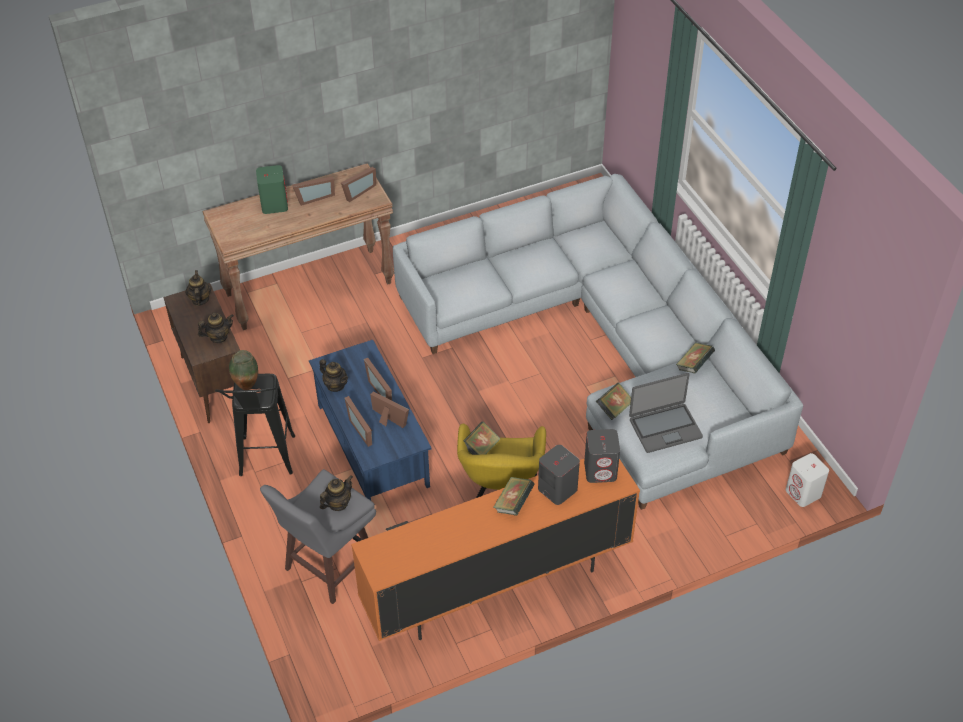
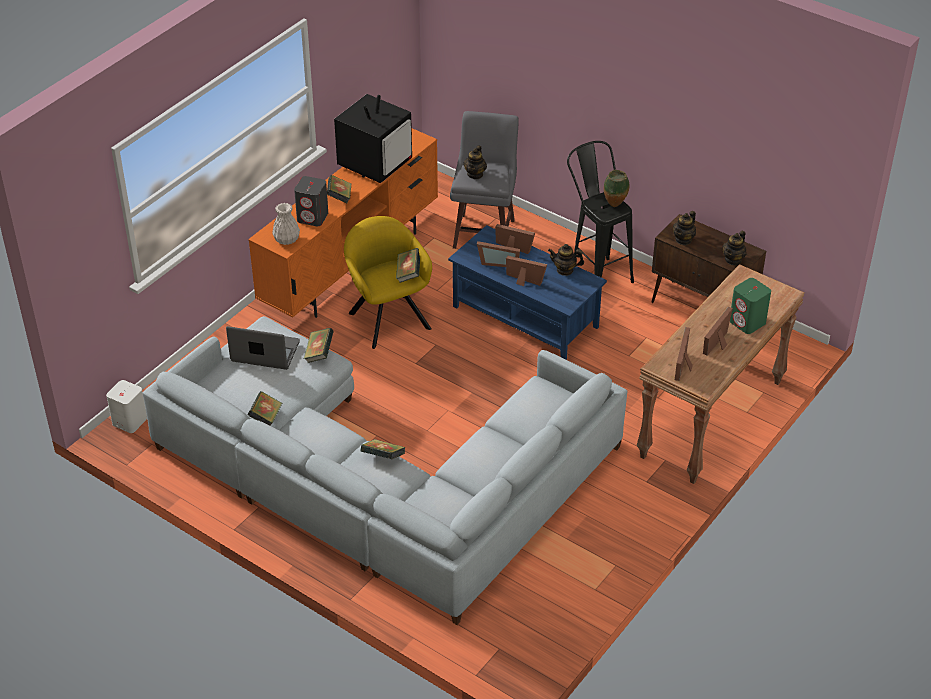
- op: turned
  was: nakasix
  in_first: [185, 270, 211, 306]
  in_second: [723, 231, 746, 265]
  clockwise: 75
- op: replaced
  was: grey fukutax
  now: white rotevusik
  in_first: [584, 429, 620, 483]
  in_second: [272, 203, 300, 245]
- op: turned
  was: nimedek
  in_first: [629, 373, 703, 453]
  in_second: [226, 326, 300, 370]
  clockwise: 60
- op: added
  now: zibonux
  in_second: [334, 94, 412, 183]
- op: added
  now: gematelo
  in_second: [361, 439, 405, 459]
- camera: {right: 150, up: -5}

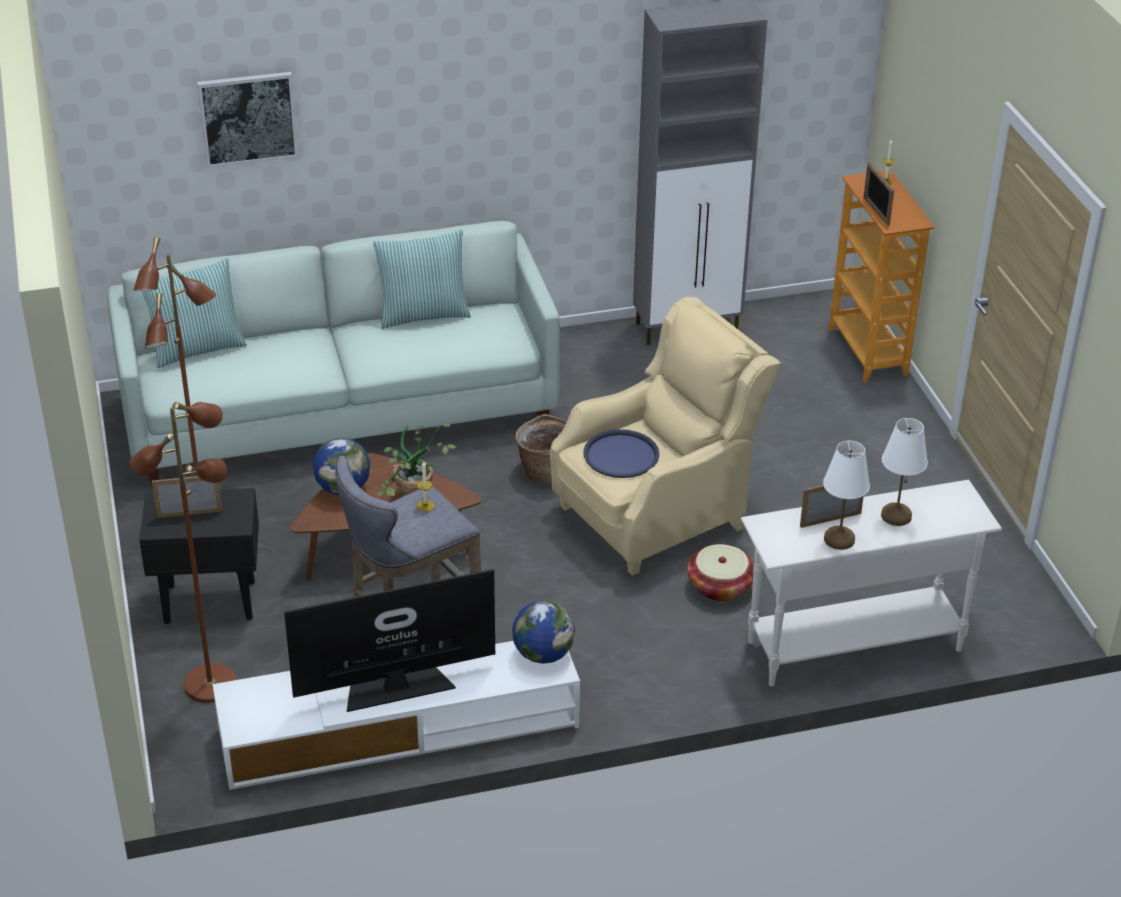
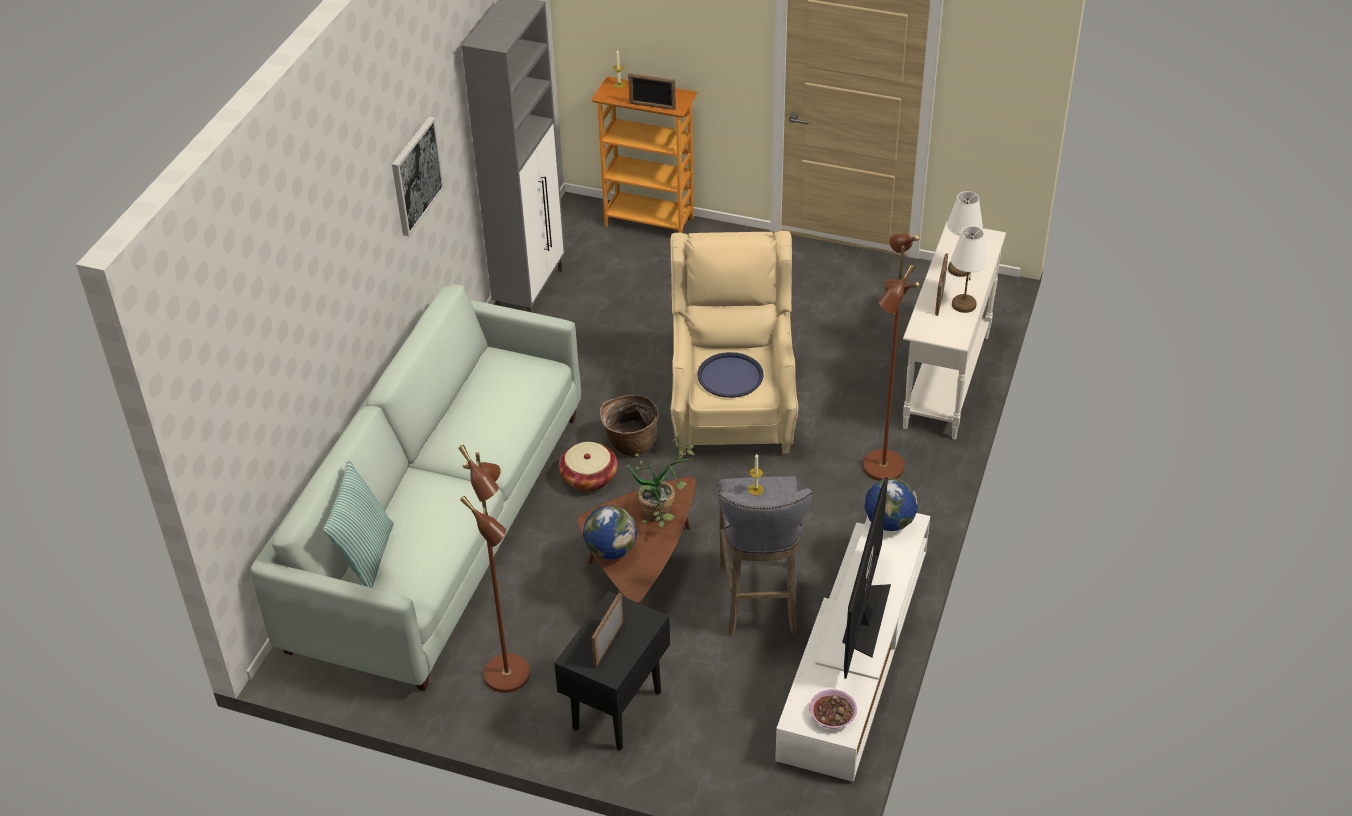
- op: moved
  was: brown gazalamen
  in_first: [130, 402, 236, 703]
  in_second: [863, 233, 920, 481]
- op: moved
  was: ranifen
  in_first: [197, 72, 299, 168]
  in_second: [392, 117, 444, 236]
- op: removed
  was: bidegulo
  in_first: [373, 230, 471, 329]
- op: moved
  was: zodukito
  in_first: [687, 544, 755, 601]
  in_second: [559, 442, 618, 491]
- op: added
  now: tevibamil
  in_second: [809, 689, 857, 729]
- camera: {right: -55, up: 5}

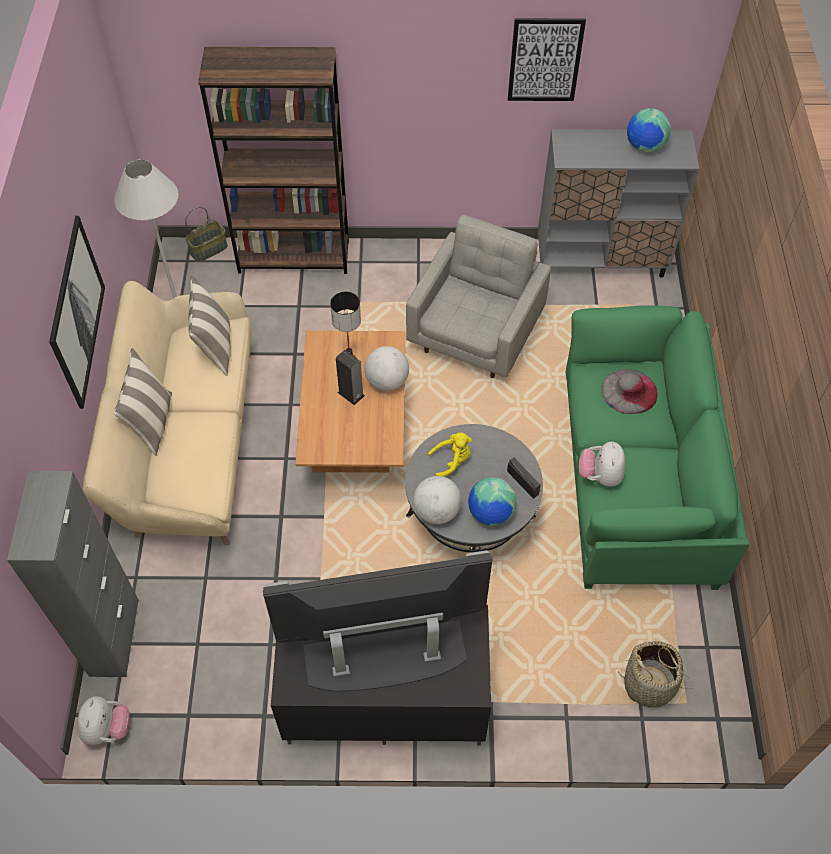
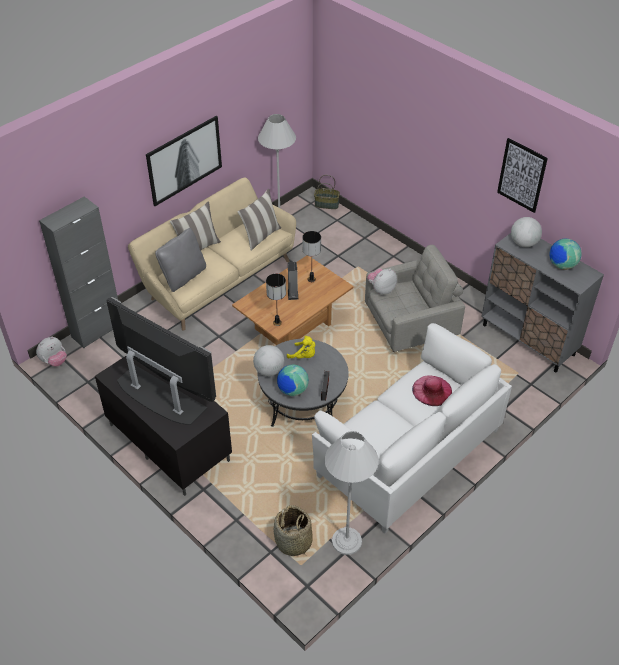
- op: removed
  was: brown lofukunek
  in_first: [198, 47, 349, 274]
- op: moved
  was: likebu
  in_first: [364, 346, 409, 391]
  in_second: [511, 217, 542, 247]
- op: recoloured
  was: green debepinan
  now: white debepinan
  in_first: [566, 305, 749, 590]
  in_second: [312, 323, 512, 534]
- op: moved
  was: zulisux
  in_first: [579, 442, 625, 487]
  in_second: [367, 268, 397, 295]
- op: recoloured
  was: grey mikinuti
  now: pink mikinuti
  in_first: [601, 369, 658, 414]
  in_second: [412, 375, 452, 406]
- op: added
  now: grey bidegulo
  in_second: [155, 228, 206, 292]
- op: added
  now: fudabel
  in_second: [266, 274, 286, 326]
- op: added
  now: white gazalamen
  in_second: [325, 431, 379, 555]
- camera: {right: 45, up: -10}

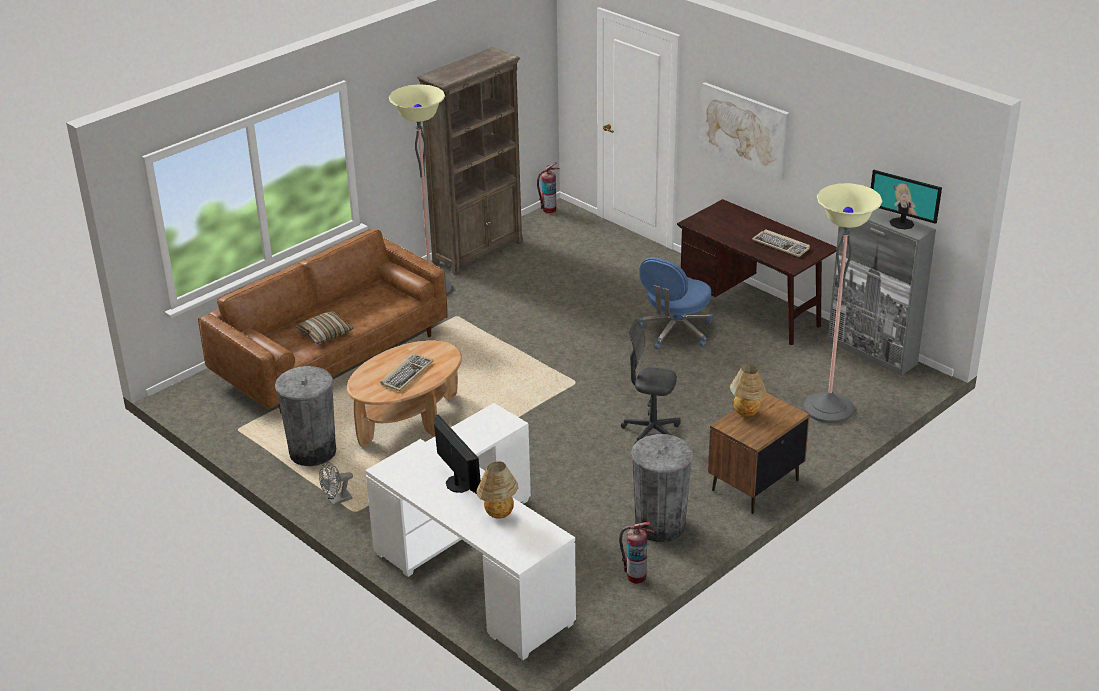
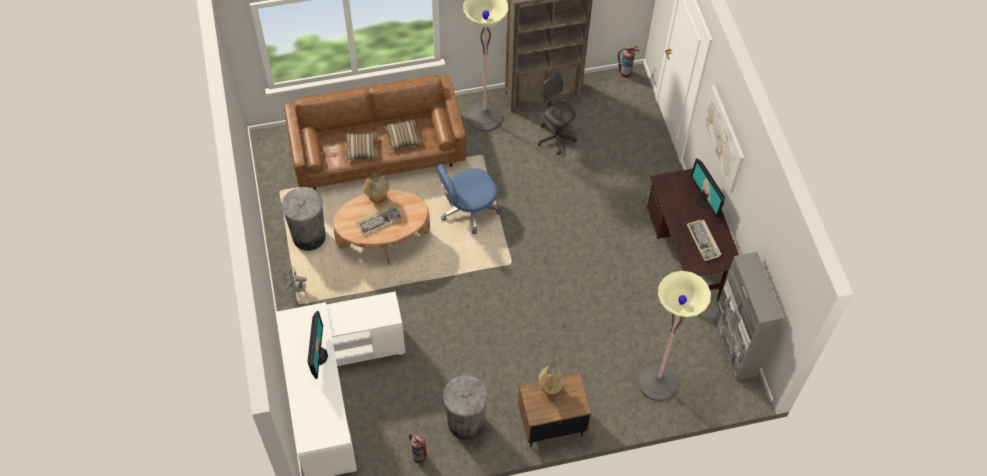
- op: moved
  was: fudabel
  in_first: [476, 461, 518, 519]
  in_second: [362, 174, 390, 203]
- op: moved
  was: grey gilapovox
  in_first: [621, 319, 681, 445]
  in_second: [537, 72, 577, 155]
- op: moved
  was: blue gilapovox
  in_first: [639, 257, 713, 350]
  in_second: [437, 164, 501, 234]
- op: moved
  was: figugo
  in_first: [871, 170, 942, 229]
  in_second: [691, 158, 725, 218]
- op: added
  now: bidegulo
  in_second: [384, 119, 421, 150]
- camera: {right: 30, up: 25}

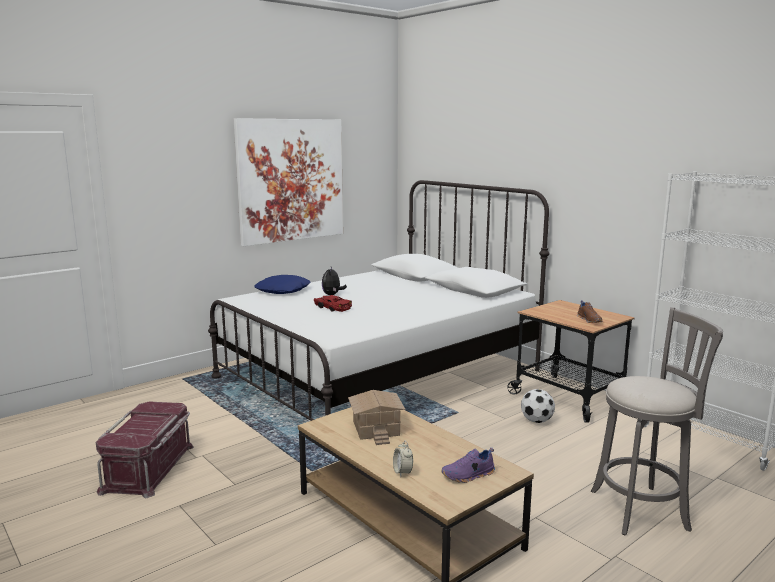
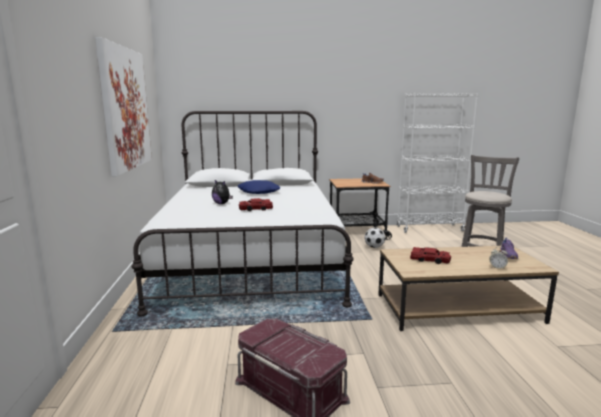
- op: moved
  was: blue bidegulo
  in_first: [254, 275, 311, 294]
  in_second: [238, 180, 280, 194]
- op: replaced
  was: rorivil
  now: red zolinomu
  in_first: [348, 390, 406, 445]
  in_second: [410, 247, 451, 264]
- camera: {right: -55, up: 0}

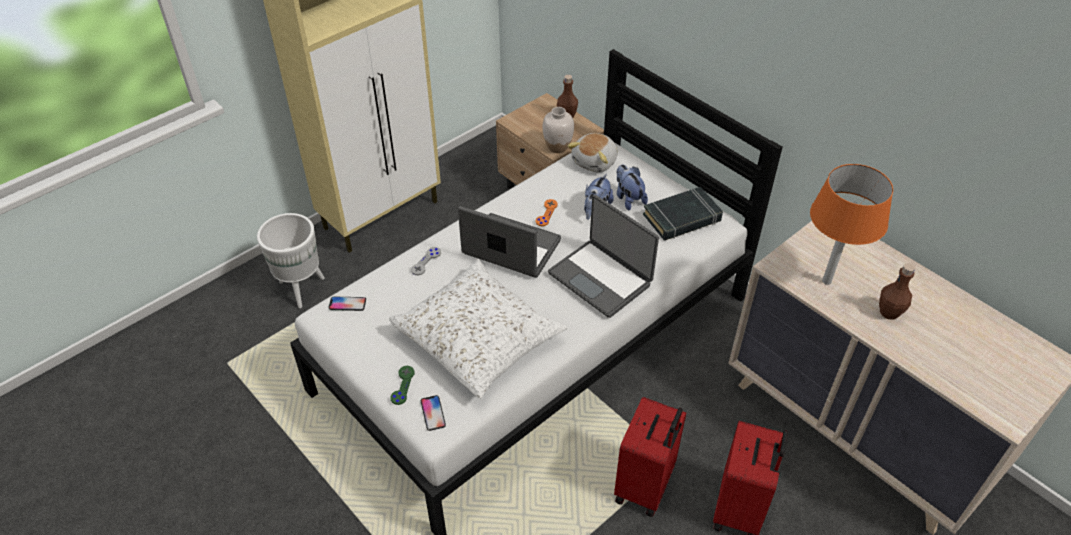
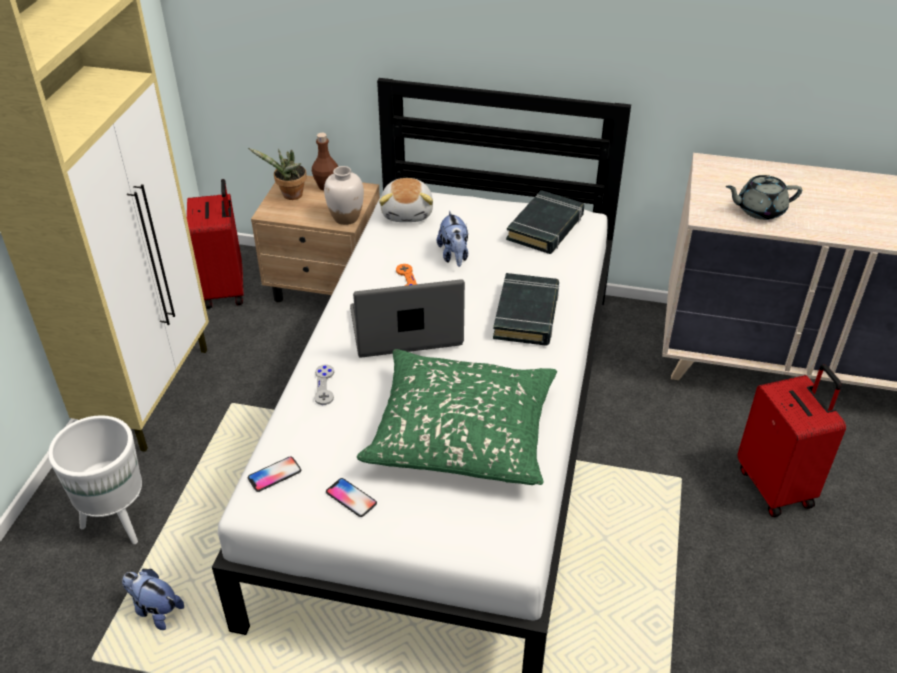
- op: recoloured
  was: white bidegulo
  now: green bidegulo
  in_first: [389, 259, 568, 399]
  in_second: [357, 349, 557, 485]
- op: removed
  was: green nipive
  in_first: [391, 366, 414, 405]
- op: moved
  was: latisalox
  in_first: [421, 395, 446, 431]
  in_second: [326, 478, 377, 517]
- op: replaced
  was: nimedek
  now: black gematelo
  in_first: [548, 195, 659, 318]
  in_second: [493, 273, 559, 346]
- op: moved
  was: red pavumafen
  in_first: [614, 397, 686, 517]
  in_second: [187, 179, 243, 309]
- op: moved
  was: zulisux
  in_first: [617, 164, 648, 210]
  in_second: [122, 569, 184, 630]
- op: replaced
  was: orange fudabel
  now: grey nakasix
  in_first: [810, 164, 893, 285]
  in_second: [726, 175, 802, 220]
- op: removed
  was: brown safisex
  in_first: [879, 263, 915, 320]
- op: added
  now: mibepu
  in_second: [248, 148, 307, 200]
- camera: {right: -35, up: -5}

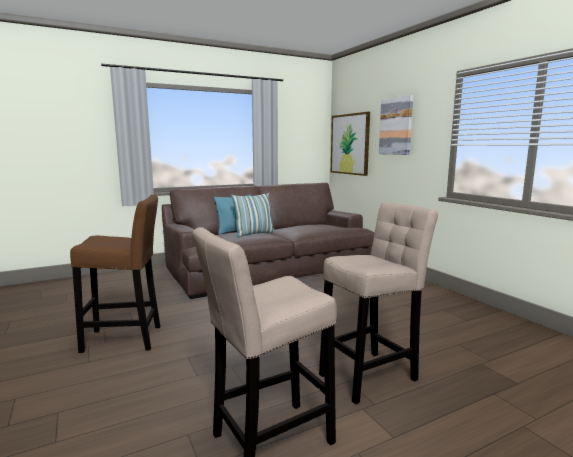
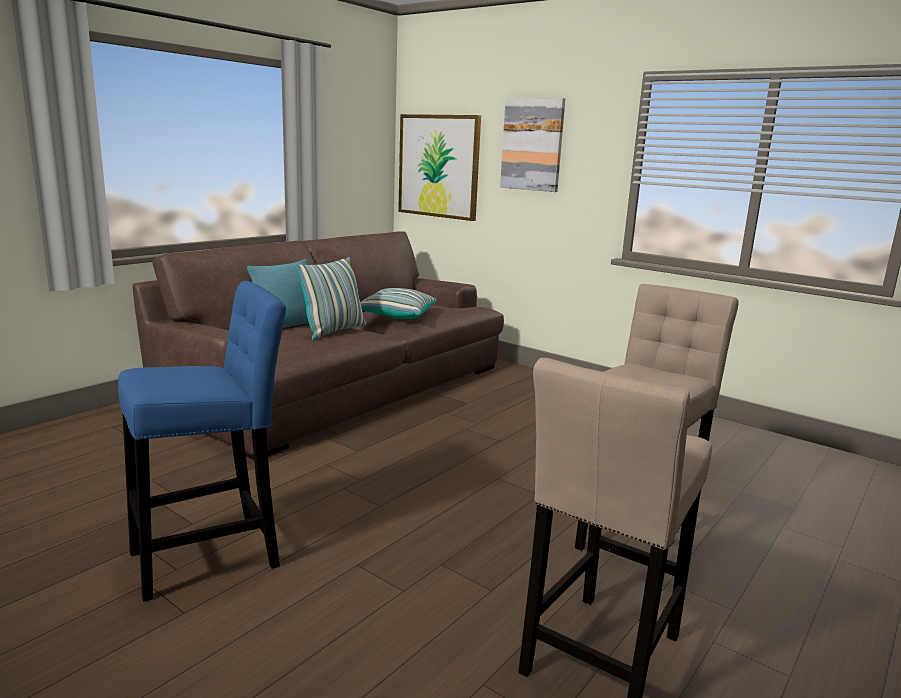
- op: recoloured
  was: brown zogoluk
  now: blue zogoluk
  in_first: [70, 195, 160, 353]
  in_second: [118, 281, 286, 601]
- op: added
  now: bidegulo
  in_second: [360, 288, 437, 319]
- camera: {right: -25, up: 5}

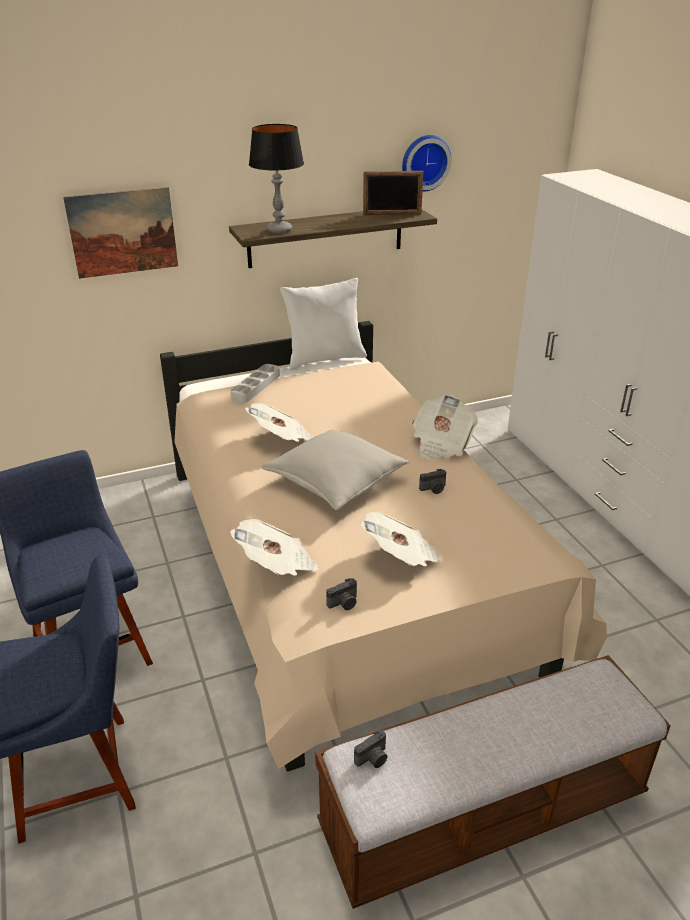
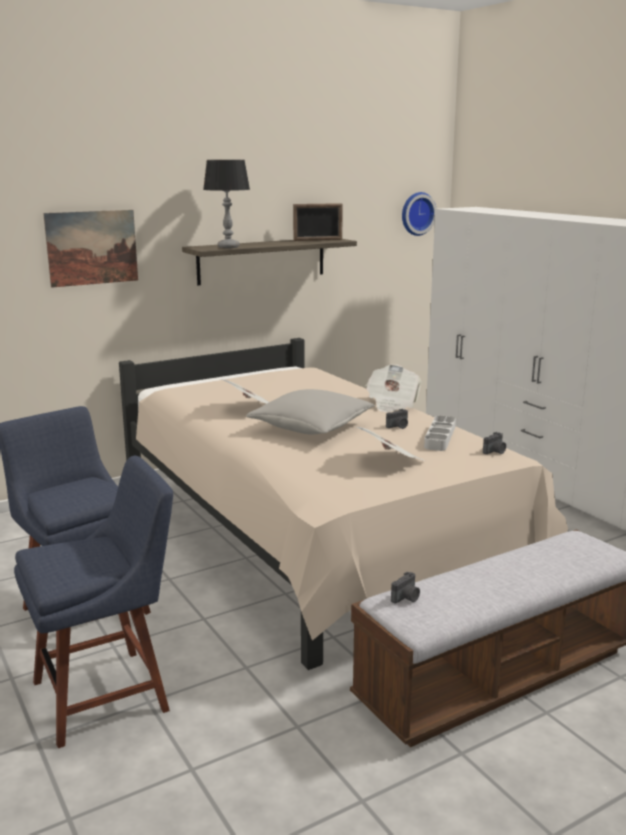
- op: removed
  was: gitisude
  in_first: [230, 519, 319, 576]
- op: moved
  was: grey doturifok
  in_first: [231, 364, 280, 403]
  in_second: [424, 416, 456, 451]
- op: removed
  was: white bidegulo
  in_first: [280, 278, 367, 369]
- op: moved
  was: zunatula
  in_first: [326, 578, 357, 610]
  in_second: [483, 432, 506, 454]
- op: moved
  was: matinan
  in_first: [402, 135, 451, 192]
  in_second: [402, 192, 437, 236]
- camera: {right: -10, up: -15}

